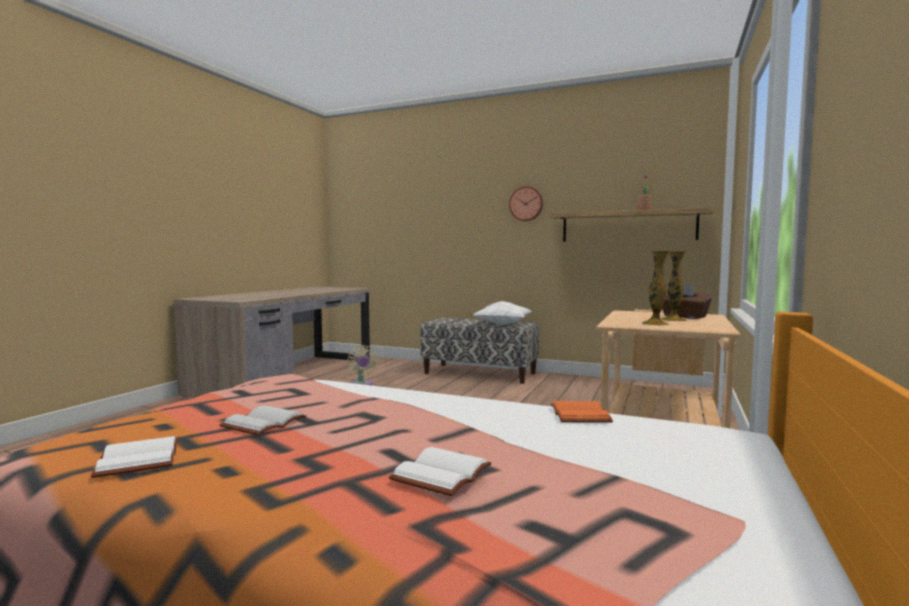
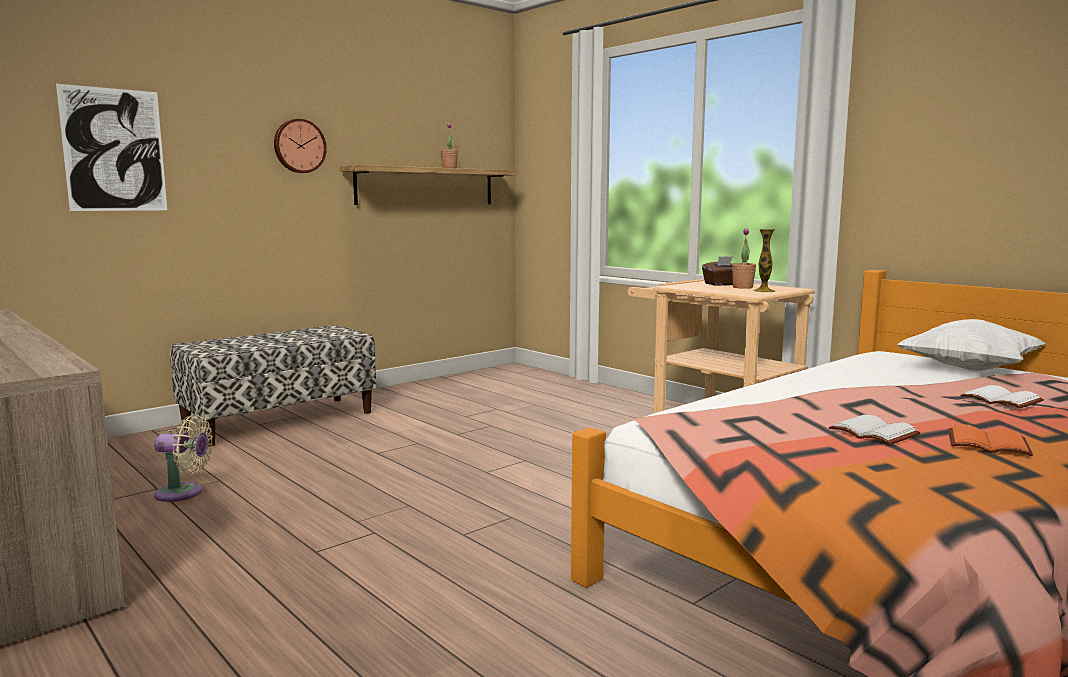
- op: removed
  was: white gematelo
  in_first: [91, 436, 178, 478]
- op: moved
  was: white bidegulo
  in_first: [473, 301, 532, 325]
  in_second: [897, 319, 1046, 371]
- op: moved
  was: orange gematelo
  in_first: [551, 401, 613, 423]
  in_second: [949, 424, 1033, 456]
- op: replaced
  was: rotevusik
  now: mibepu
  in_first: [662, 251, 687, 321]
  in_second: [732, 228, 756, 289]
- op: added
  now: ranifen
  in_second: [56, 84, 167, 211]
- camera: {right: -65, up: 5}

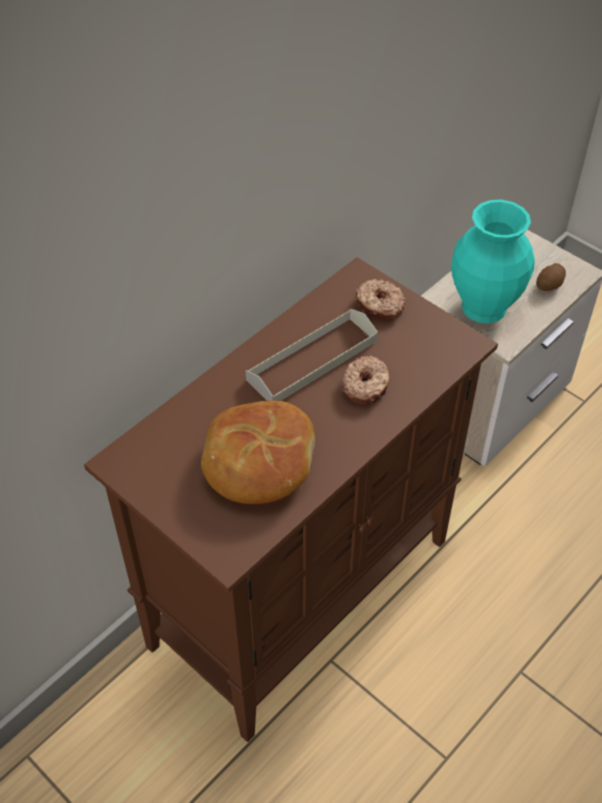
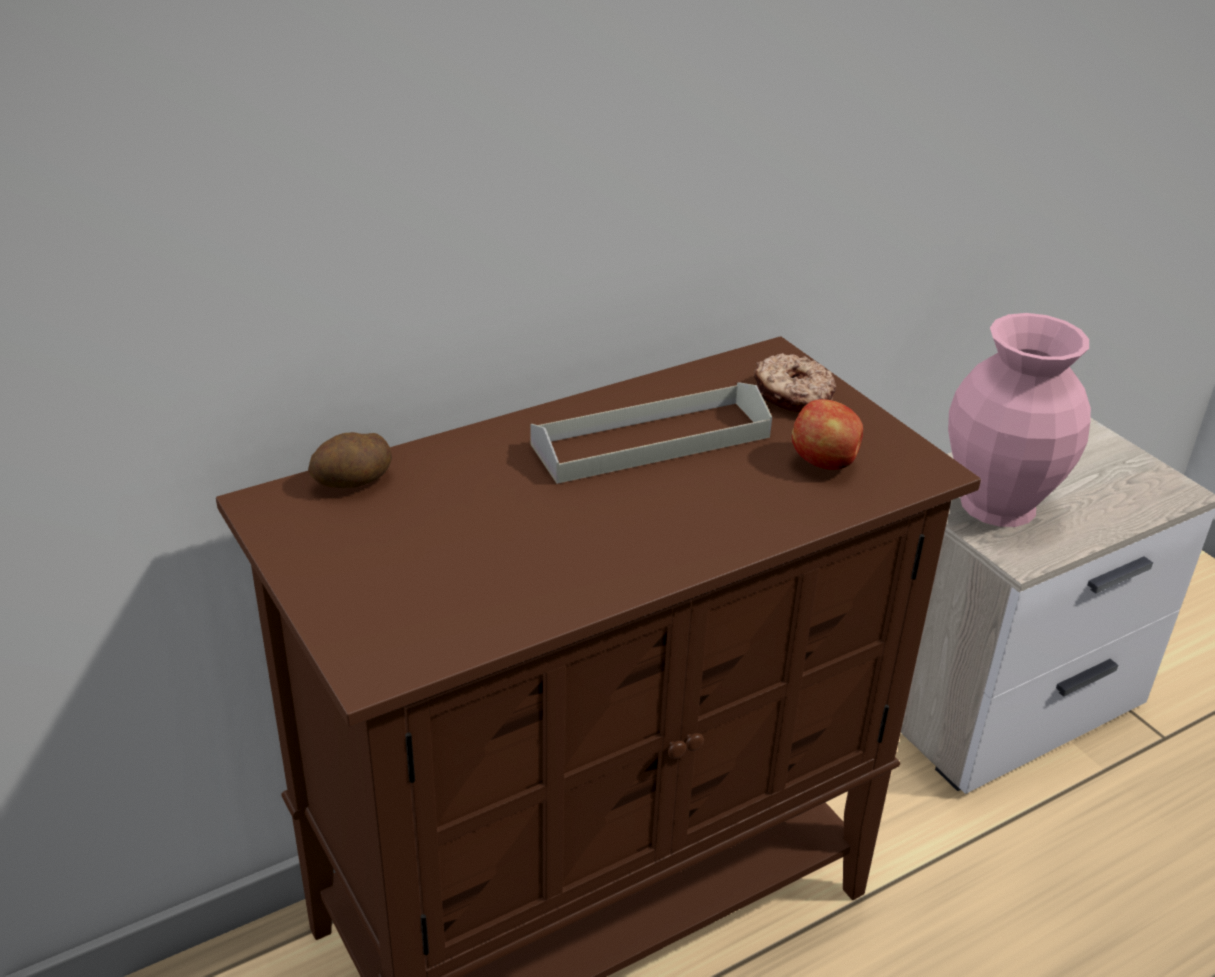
- op: removed
  was: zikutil
  in_first: [201, 400, 315, 504]
- op: removed
  was: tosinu
  in_first: [342, 356, 390, 404]
- op: recoloured
  was: turquoise rotevusik
  now: pink rotevusik
  in_first: [451, 200, 535, 323]
  in_second: [948, 313, 1091, 527]
- op: moved
  was: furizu
  in_first: [537, 263, 566, 291]
  in_second: [308, 432, 392, 488]
- op: added
  now: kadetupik
  in_second: [792, 399, 863, 470]
- camera: {right: 15, up: -15}

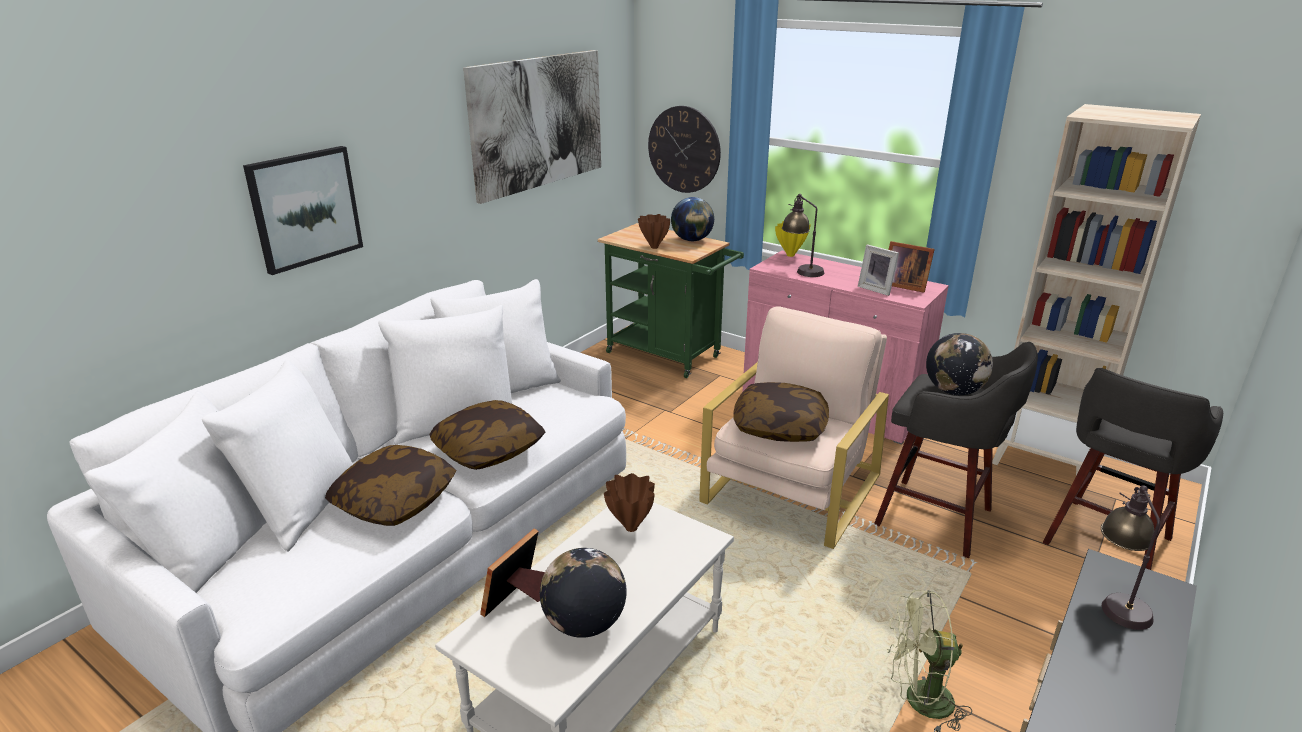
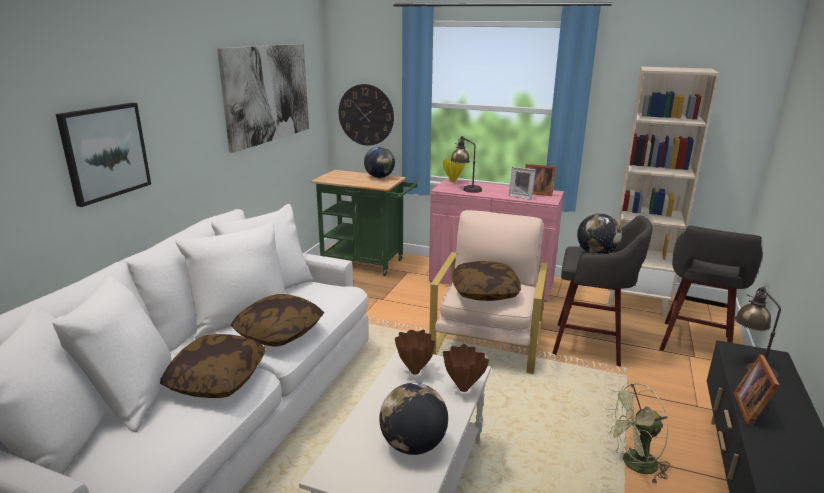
- op: moved
  was: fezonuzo
  in_first: [480, 528, 545, 617]
  in_second: [734, 354, 780, 426]
- op: moved
  was: brown rotevusik
  in_first: [638, 214, 670, 249]
  in_second: [443, 344, 489, 392]
- camera: {right: -15, up: -5}

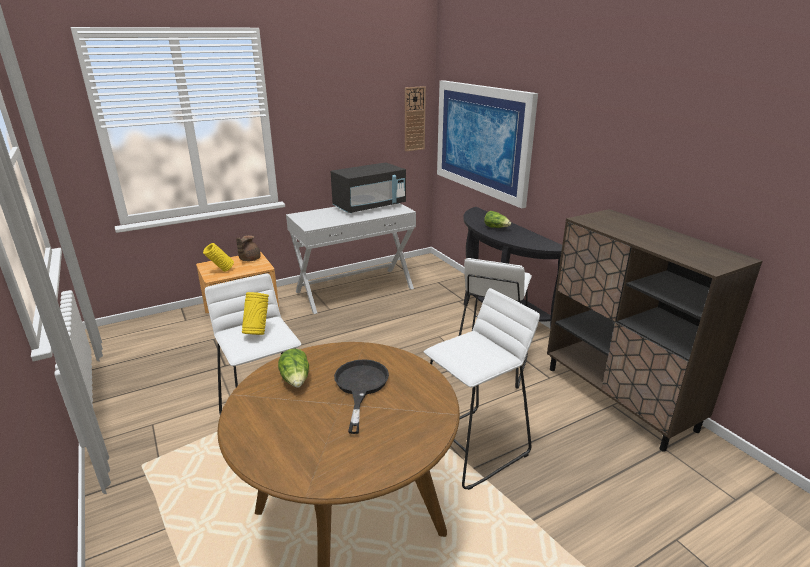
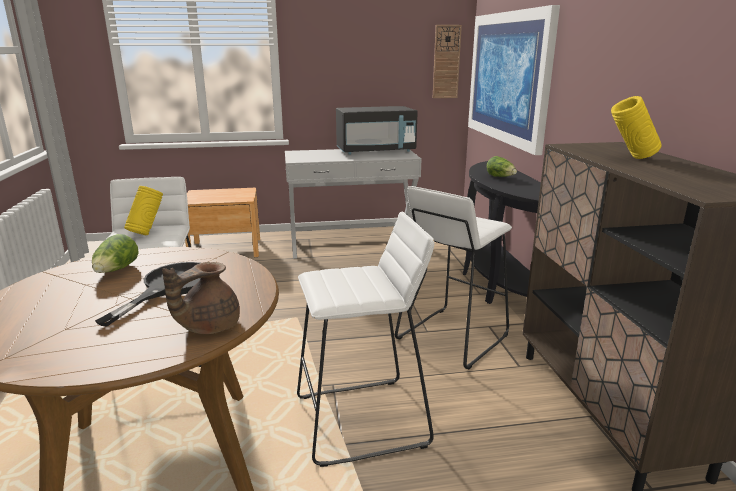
- op: moved
  was: yellow rotevusik
  in_first: [203, 243, 234, 272]
  in_second: [611, 96, 662, 159]
- op: moved
  was: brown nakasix
  in_first: [236, 235, 260, 261]
  in_second: [162, 262, 240, 334]
- camera: {right: 20, up: -5}

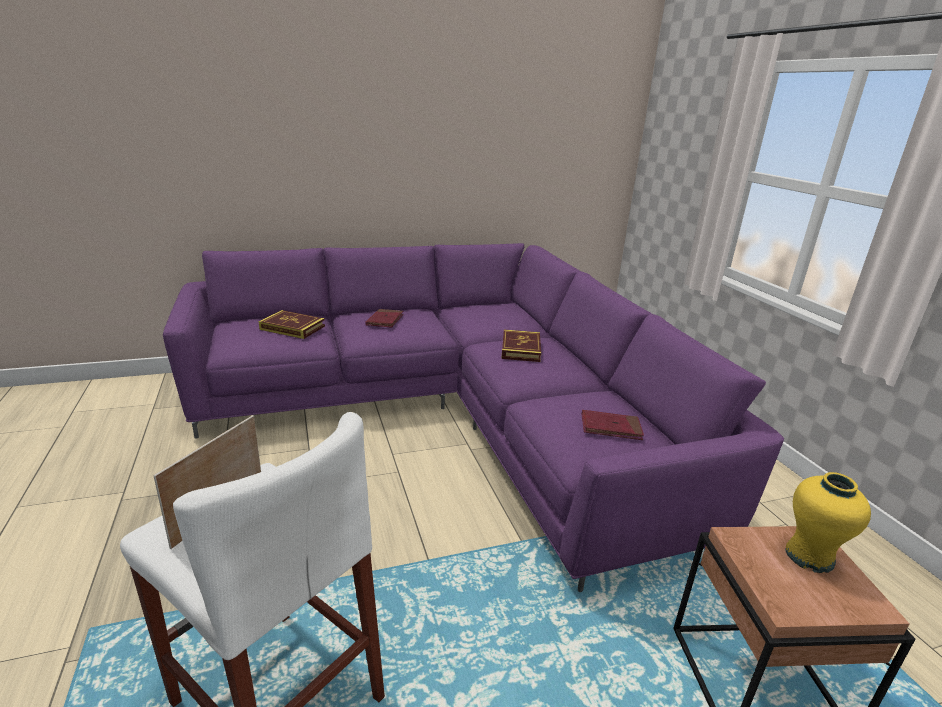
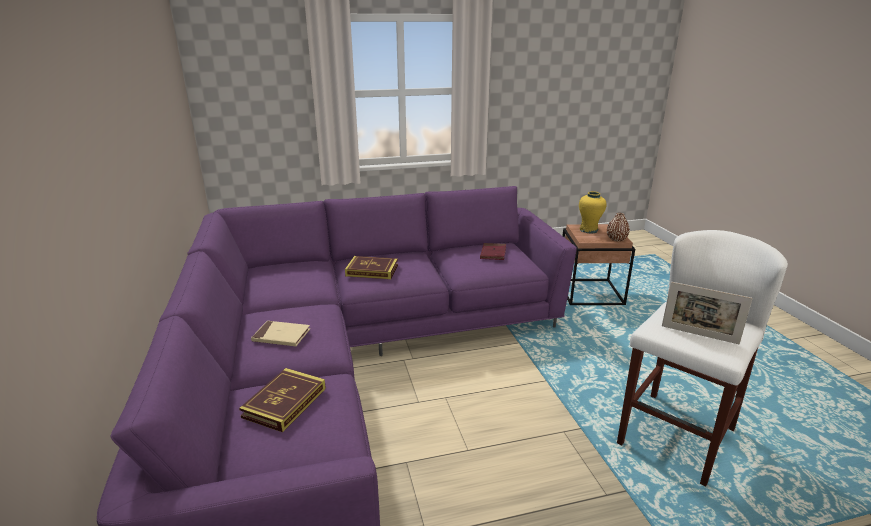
- op: recoloured
  was: red gematelo
  now: beige gematelo
  in_first: [366, 309, 404, 328]
  in_second: [251, 321, 310, 346]
- op: added
  now: brown rotevusik
  in_second: [607, 213, 630, 241]
- camera: {right: -85, up: 0}

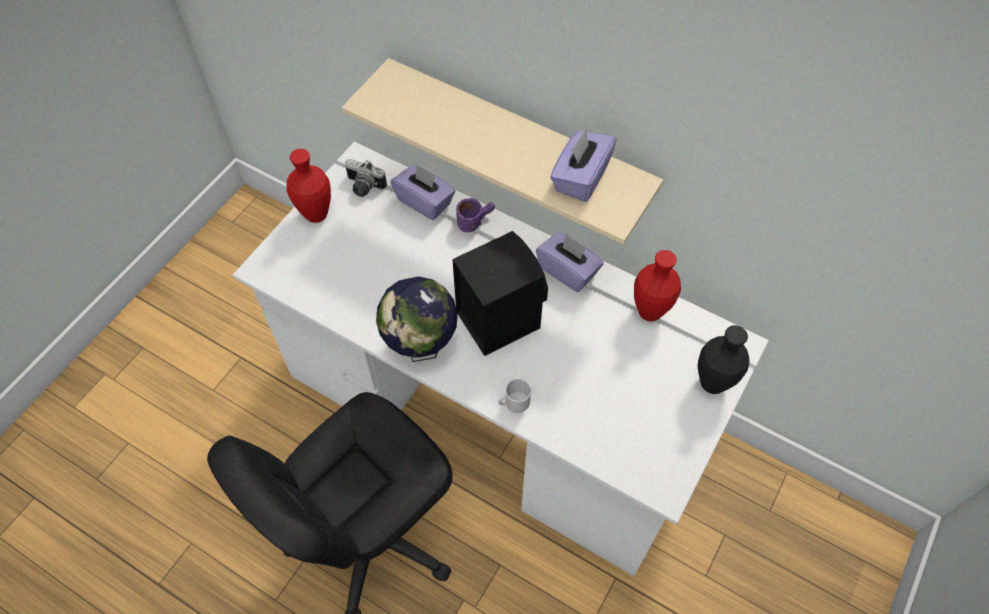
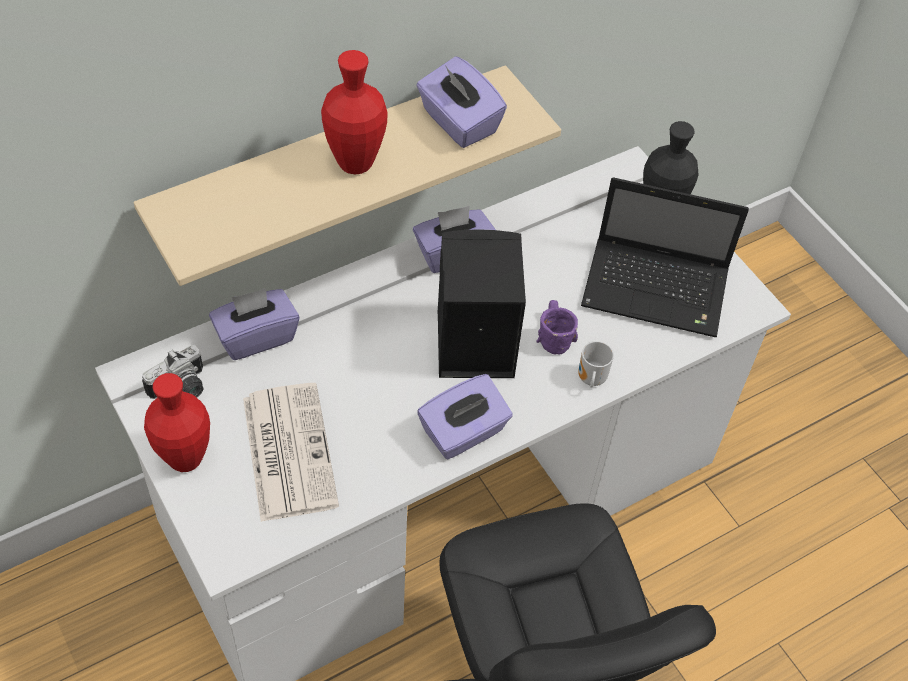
- op: replaced
  was: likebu
  now: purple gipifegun
  in_first: [376, 276, 458, 362]
  in_second: [417, 374, 513, 459]
- op: moved
  was: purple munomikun
  in_first: [456, 198, 495, 232]
  in_second: [536, 300, 578, 354]
- op: moved
  was: red rotevusik
  in_first: [634, 250, 681, 321]
  in_second: [321, 50, 388, 174]
- op: added
  now: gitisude
  in_second: [243, 383, 339, 522]
- op: added
  now: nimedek
  in_second: [581, 177, 749, 337]
- camera: {right: -65, up: -5}

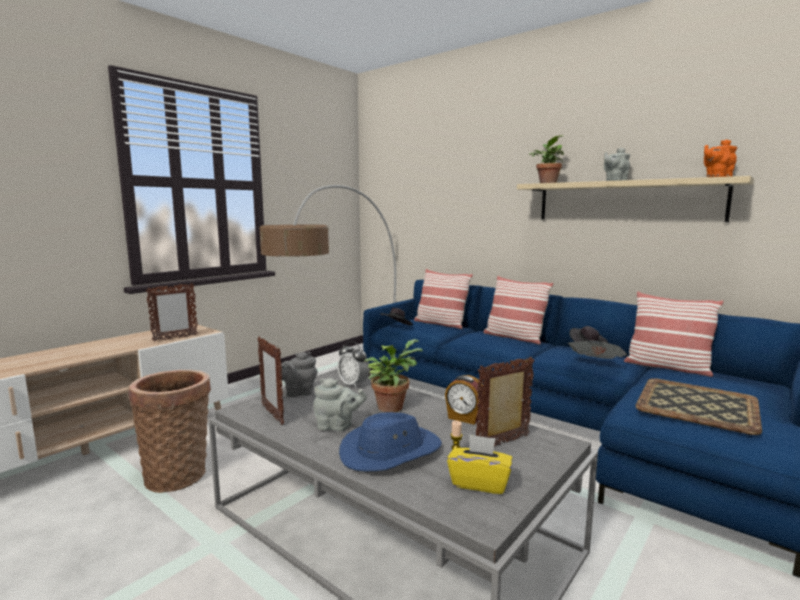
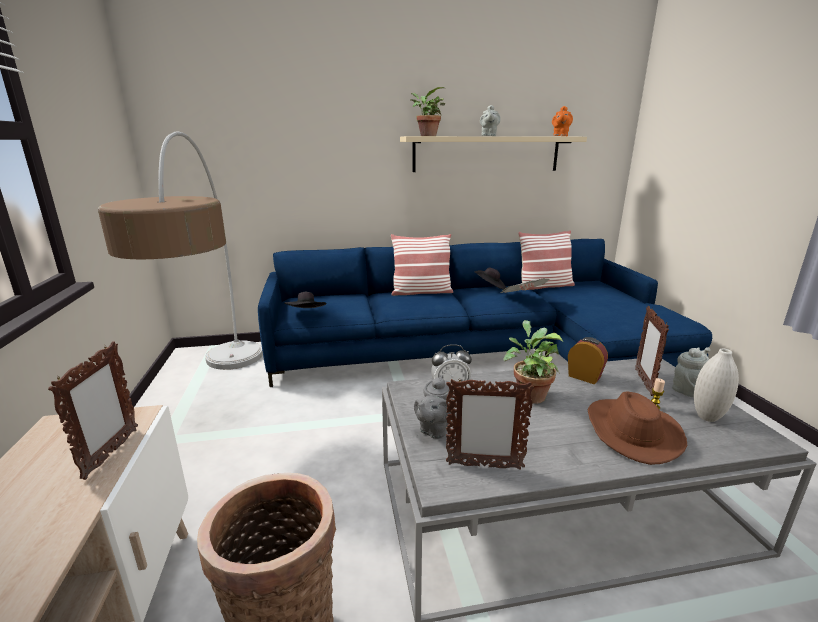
- op: moved
  was: grey nakasix
  in_first: [313, 378, 367, 431]
  in_second: [672, 347, 710, 397]
- op: recoloured
  was: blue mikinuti
  now: brown mikinuti
  in_first: [339, 412, 442, 471]
  in_second: [587, 391, 688, 465]
- op: removed
  was: bidegulo
  in_first: [414, 269, 473, 329]
- op: turned
  was: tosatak
  in_first: [445, 375, 484, 425]
  in_second: [568, 337, 608, 385]
  clockwise: -120
- op: replaced
  was: yellow gipifegun
  now: white rotevusik
  in_first: [447, 434, 513, 494]
  in_second: [694, 349, 739, 422]
- op: removed
  was: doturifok
  in_first: [636, 378, 762, 435]
- camera: {right: -50, up: 10}

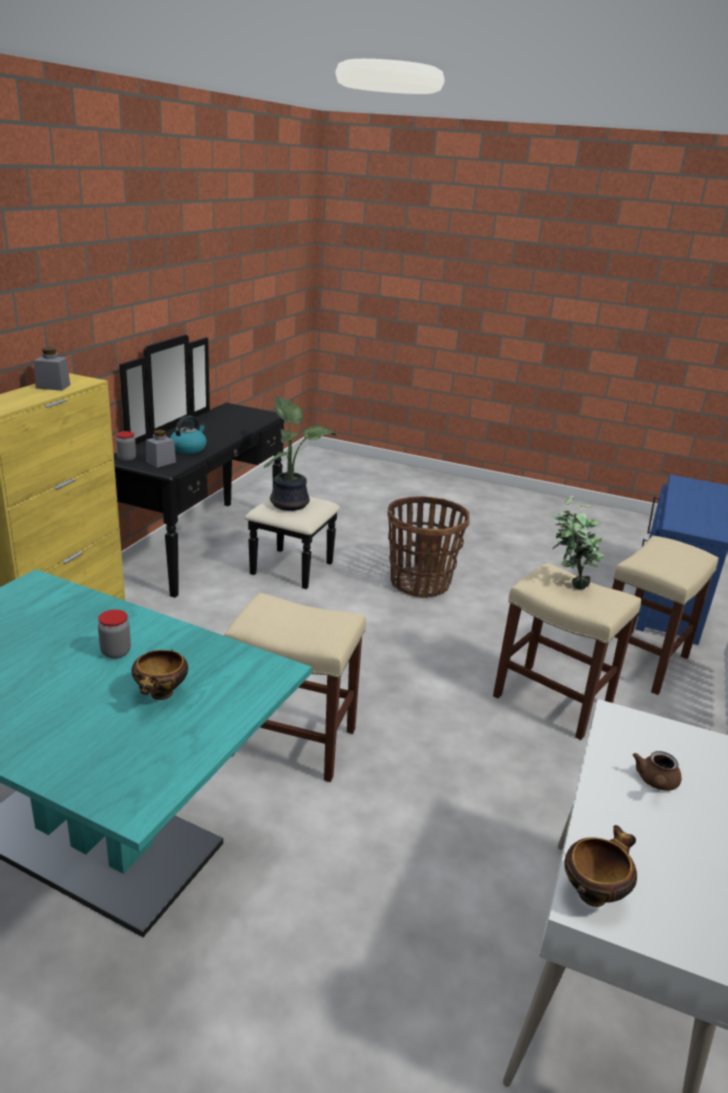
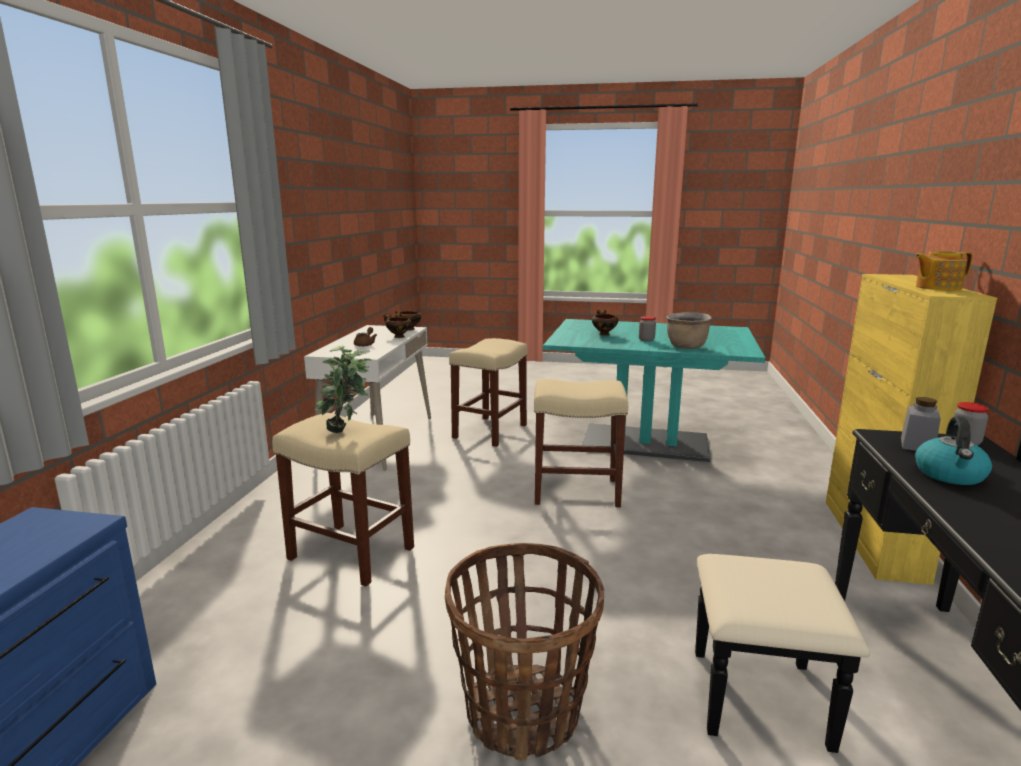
- op: replaced
  was: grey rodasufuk
  now: nakasix
  in_first: [34, 348, 71, 391]
  in_second: [915, 251, 973, 290]
- op: removed
  was: mibepu
  in_first: [264, 397, 336, 511]
- op: moved
  was: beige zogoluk
  in_first: [612, 536, 718, 695]
  in_second: [449, 338, 528, 447]
- op: added
  now: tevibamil
  in_second: [383, 314, 411, 338]
- op: added
  now: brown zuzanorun
  in_second: [666, 312, 712, 349]
- camera: {right: 170, up: -10}

